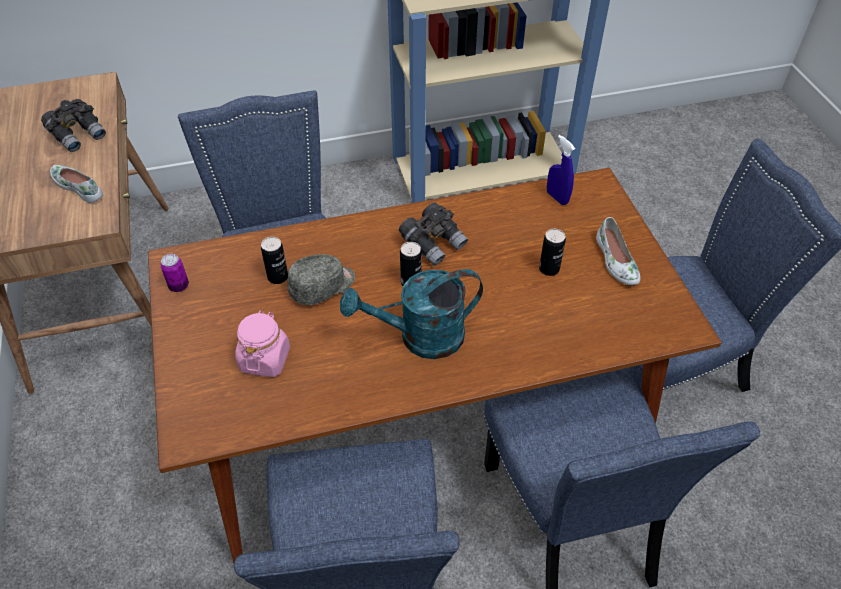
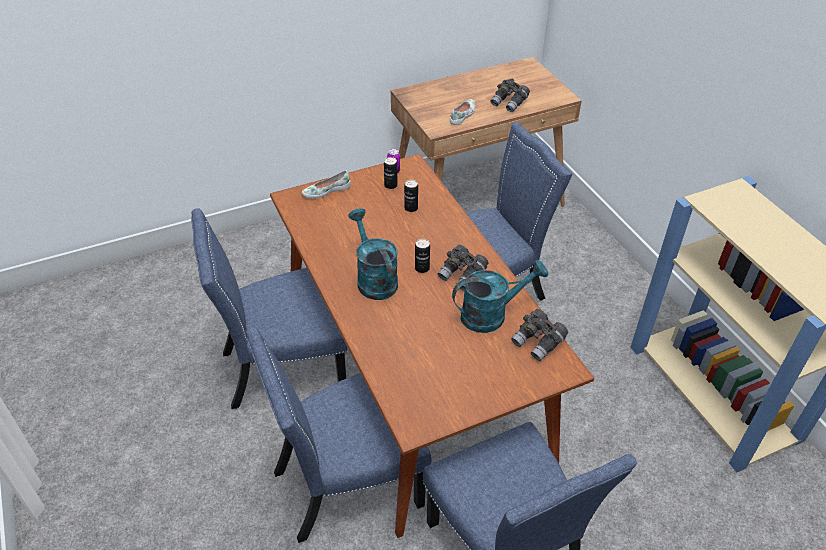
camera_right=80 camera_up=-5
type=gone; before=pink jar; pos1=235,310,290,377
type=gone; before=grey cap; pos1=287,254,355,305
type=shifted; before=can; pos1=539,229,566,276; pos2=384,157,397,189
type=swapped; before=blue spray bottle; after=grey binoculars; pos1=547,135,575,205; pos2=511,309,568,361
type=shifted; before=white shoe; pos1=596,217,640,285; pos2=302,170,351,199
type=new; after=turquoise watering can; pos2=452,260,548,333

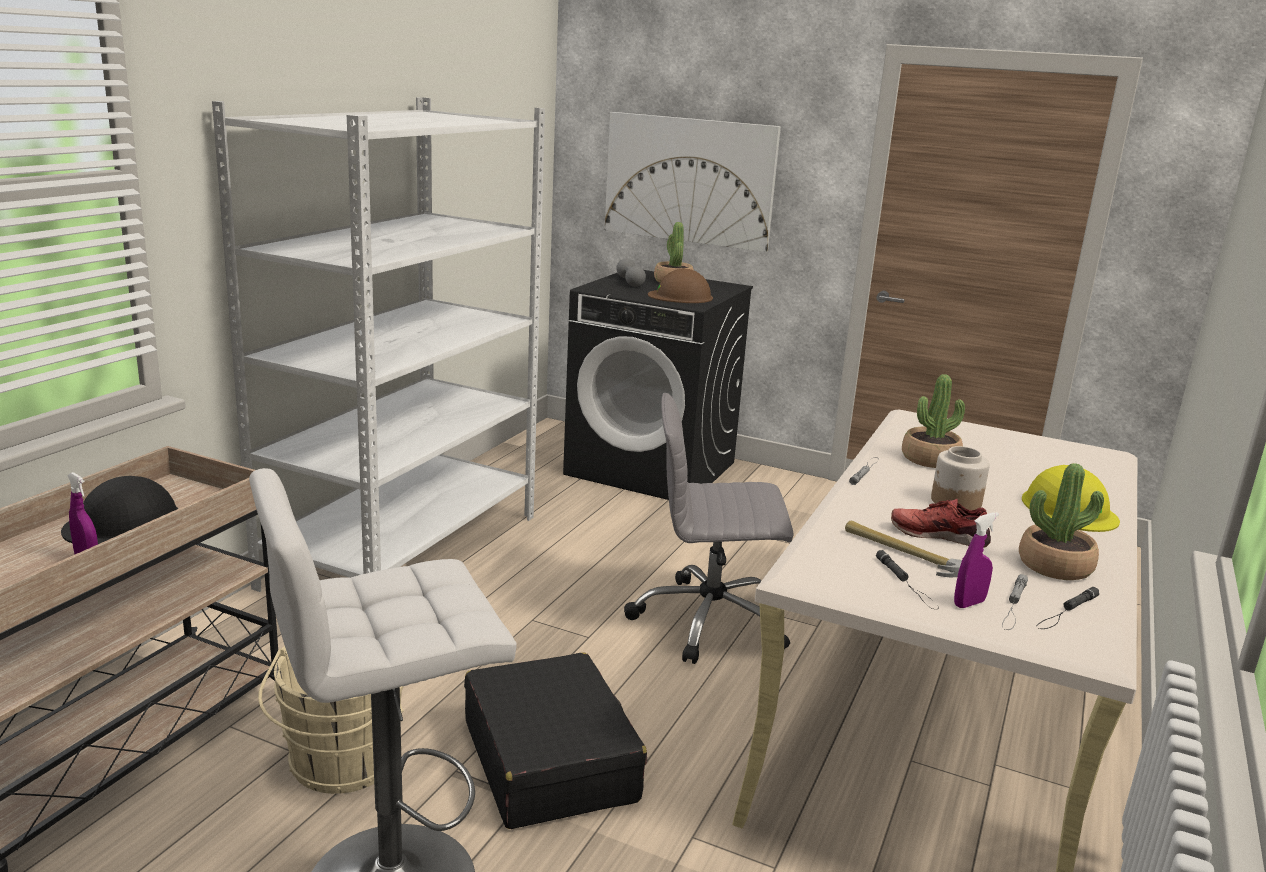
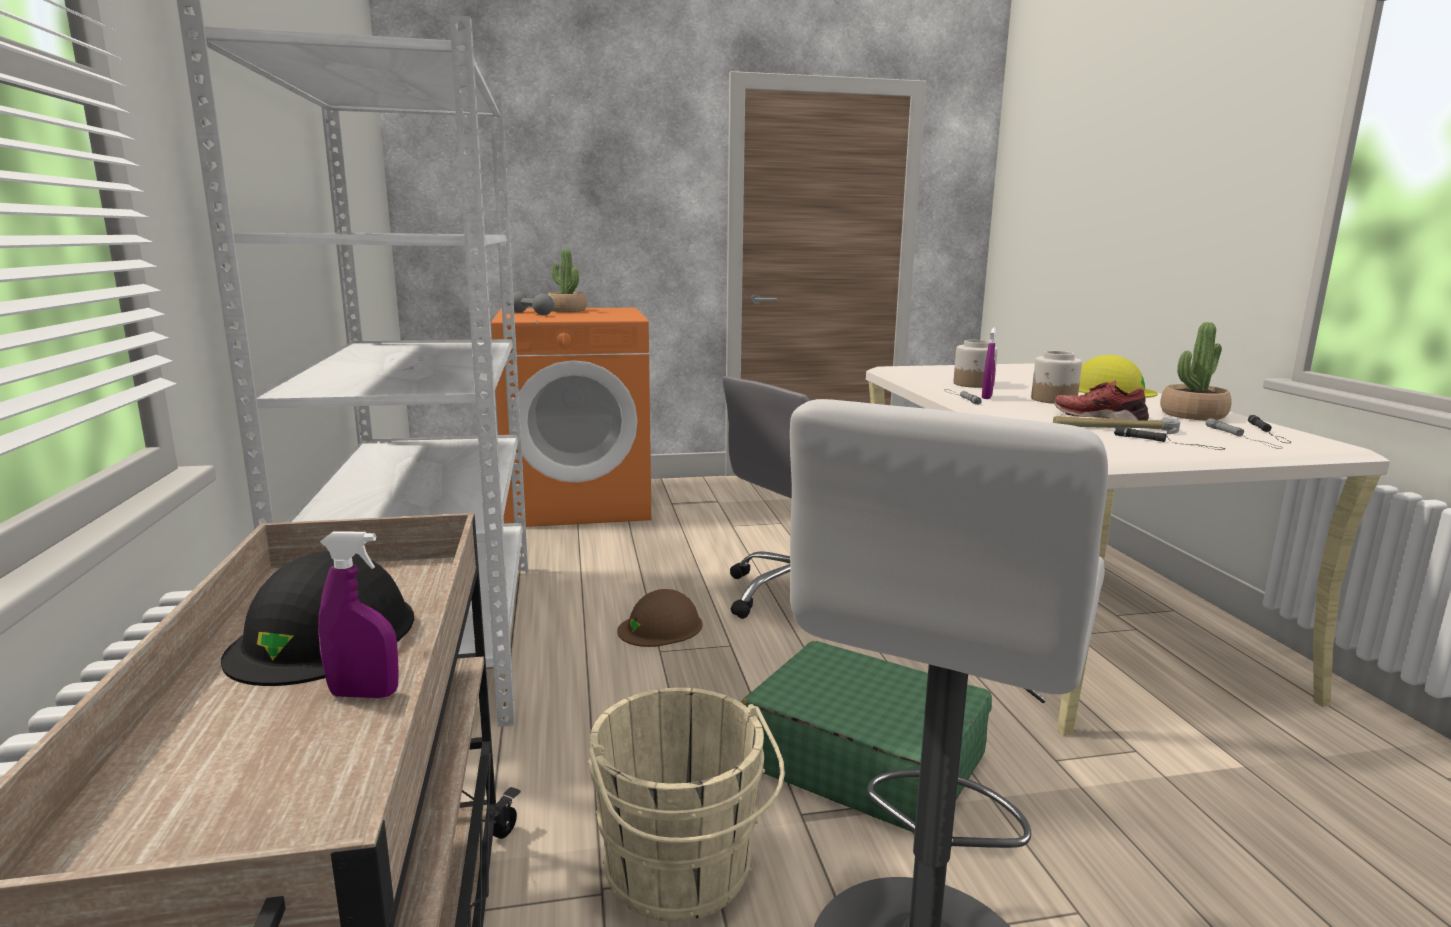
camera_right=-35 camera_up=-5
type=repainted; before=black suitcase; after=green suitcase; pos1=464,653,647,829; pos2=741,641,992,833
type=repainted; before=black washing machine; after=orange washing machine; pos1=563,270,753,500; pos2=491,308,651,527
type=gone; before=picture; pos1=605,112,781,252
type=shifted; before=brown hard hat; pos1=648,268,713,303; pos2=617,589,702,647
type=rotated; before=red shoe; pos1=891,499,991,548; pos2=1055,380,1149,421; turn=45
type=swapped; before=potted plant; after=jar; pos1=902,374,965,468; pos2=954,340,998,388
type=shifted; before=purple spray bottle; pos1=954,512,999,608; pos2=982,327,996,399

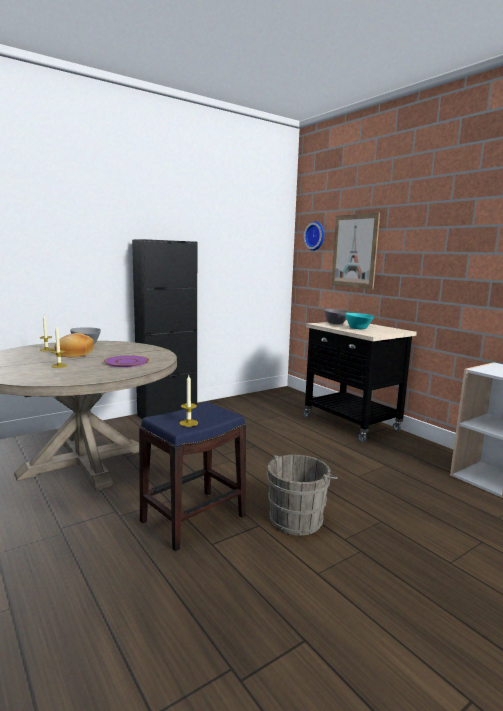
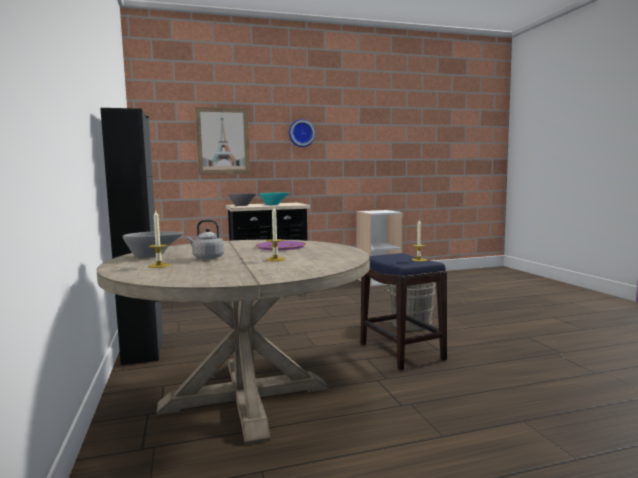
camera_right=-70 camera_up=-5
type=swapped; before=bread; after=grey kettle; pos1=54,333,94,357; pos2=187,220,224,259
type=shifted; before=wall clock; pos1=304,221,324,251; pos2=289,119,315,147

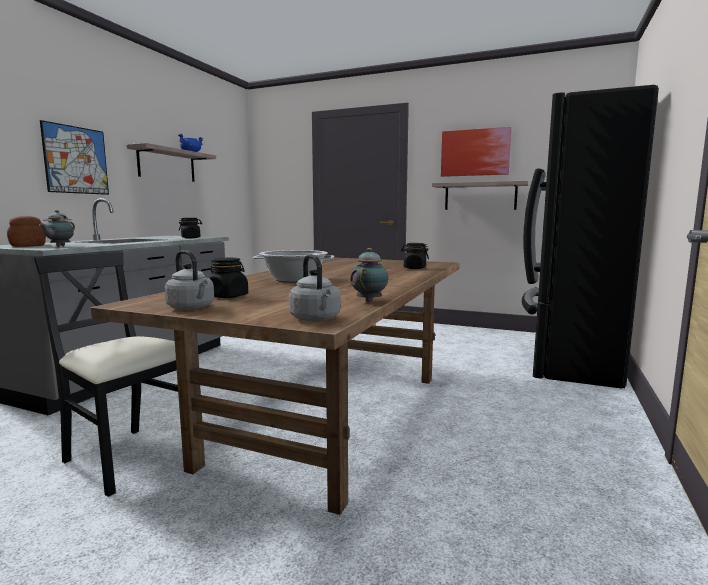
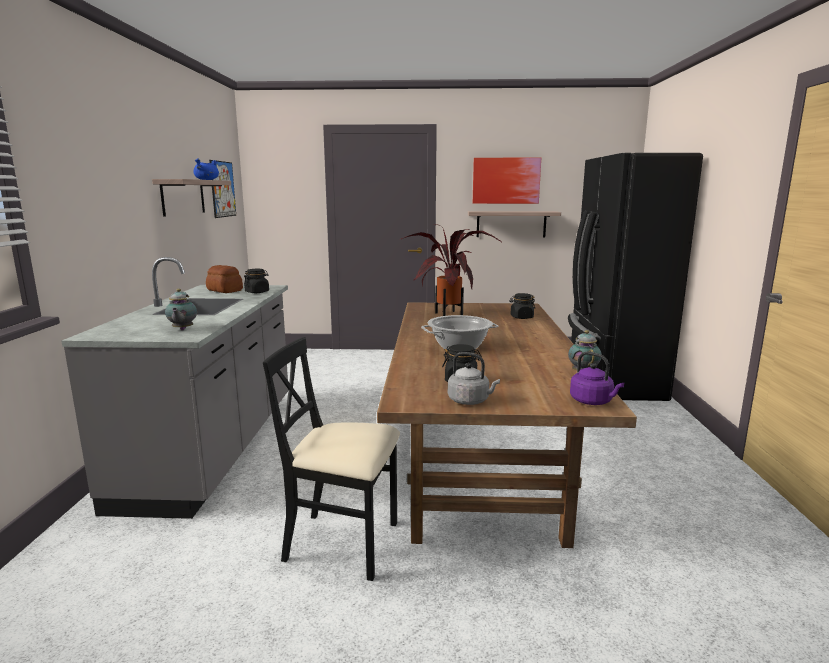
camera_right=-20 camera_up=5
type=shifted; before=bread; pos1=7,216,46,247; pos2=206,265,243,293
type=shifted; before=picture; pos1=40,120,109,195; pos2=209,160,236,218
type=repainted; before=grey kettle; after=purple kettle; pos1=289,254,341,321; pos2=570,351,624,405
type=new; after=potted plant; pos2=399,224,503,316

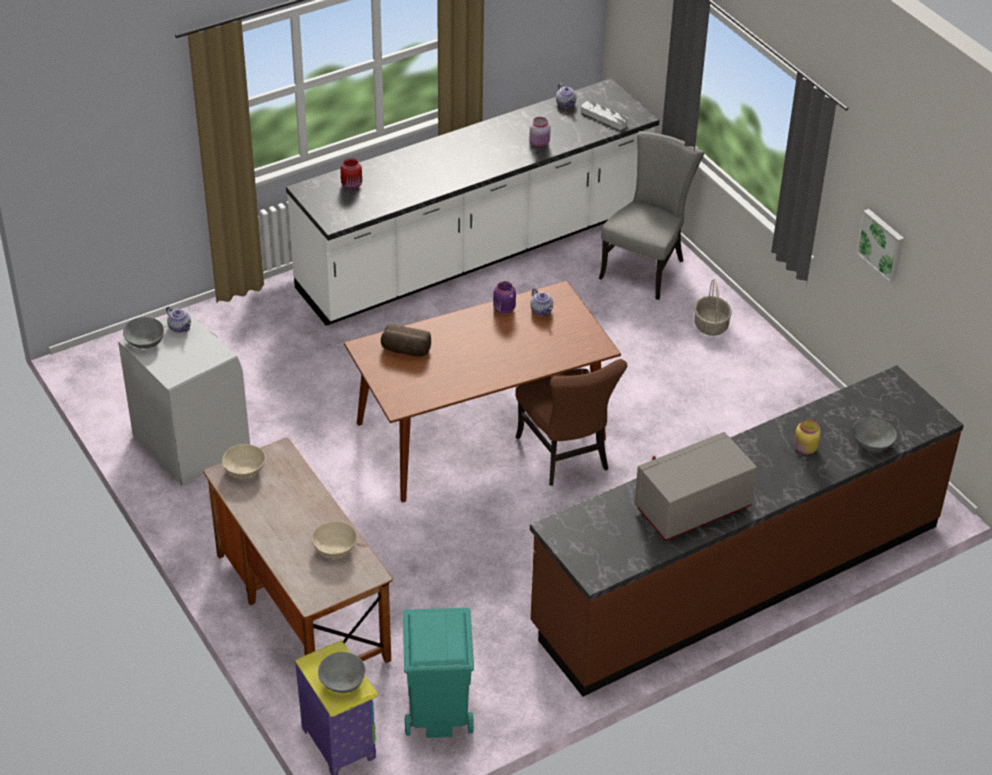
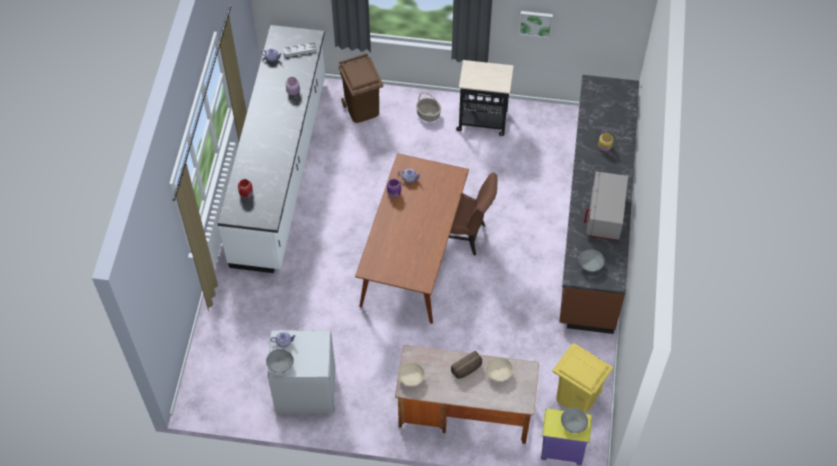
camera_right=-50 camera_up=15
type=shifted; before=bread; pos1=381,324,431,356; pos2=451,351,482,379
type=repainted; before=turquoise trash can; after=yellow trash can; pos1=403,608,474,738; pos2=552,343,613,413
type=swapped; before=grey chair; after=brown trash can; pos1=599,131,704,300; pos2=338,53,383,123
type=shifted; before=grey bowl; pos1=853,417,897,451; pos2=579,250,605,272
type=new; after=cart; pos2=456,60,514,136

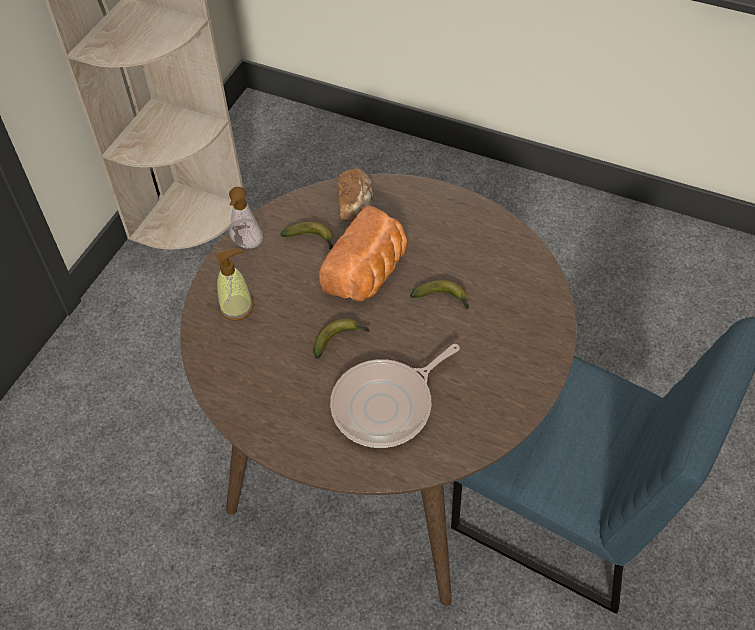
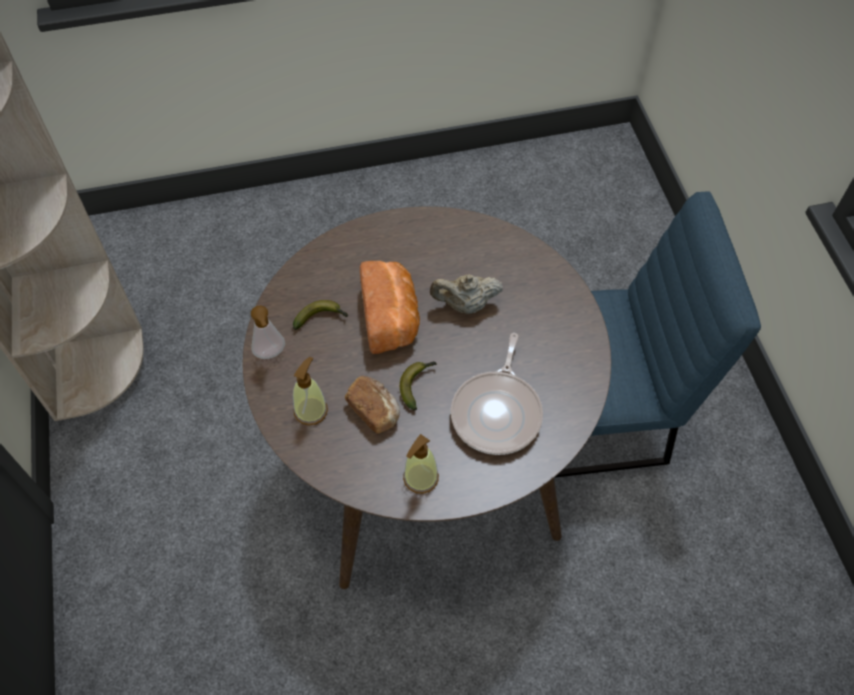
camera_right=-40 camera_up=5
type=shifted; before=bread; pos1=337,168,373,222; pos2=345,376,400,434
type=swapped; before=banana; after=beige teapot; pos1=410,280,469,309; pos2=430,274,503,314
type=new; after=soap dispenser; pos2=403,434,439,494

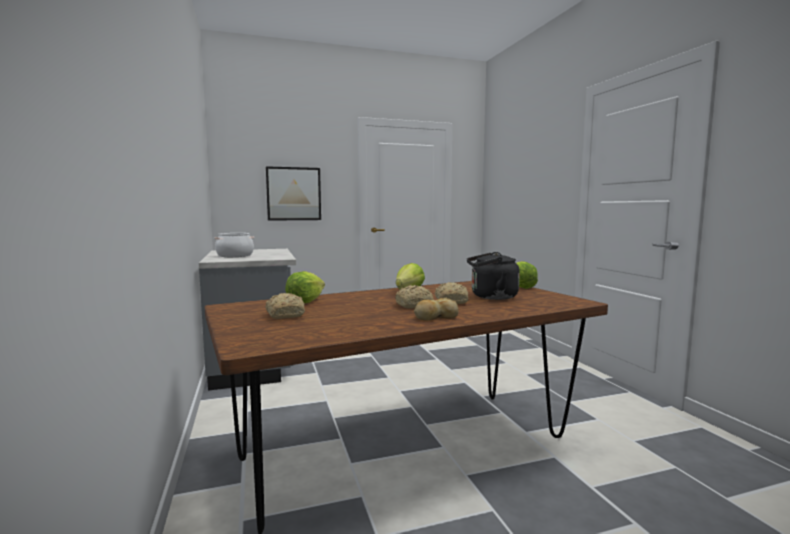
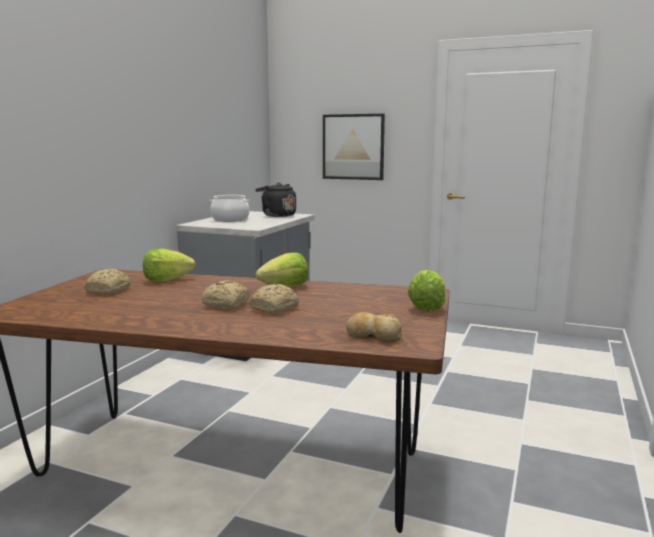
camera_right=40 camera_up=5
type=shifted; before=bread; pos1=414,298,458,320; pos2=346,312,403,342
type=shifted; before=black kettle; pos1=467,252,520,300; pos2=255,183,296,217

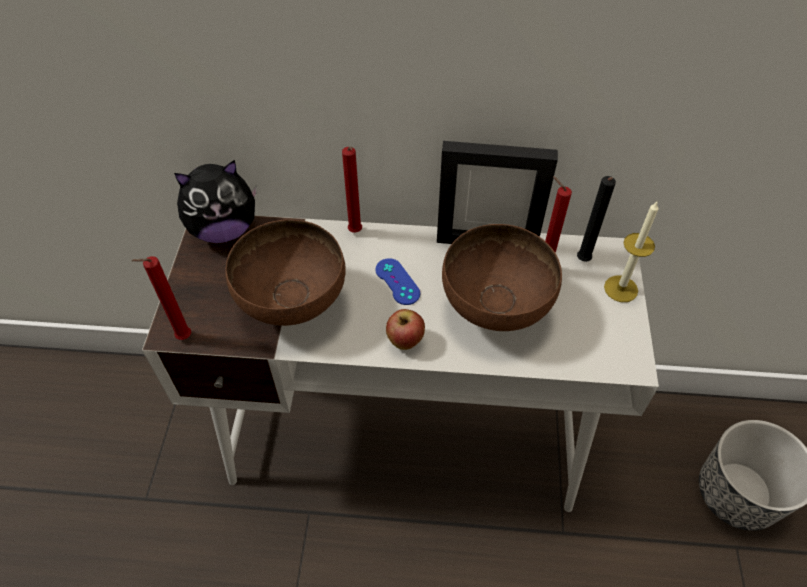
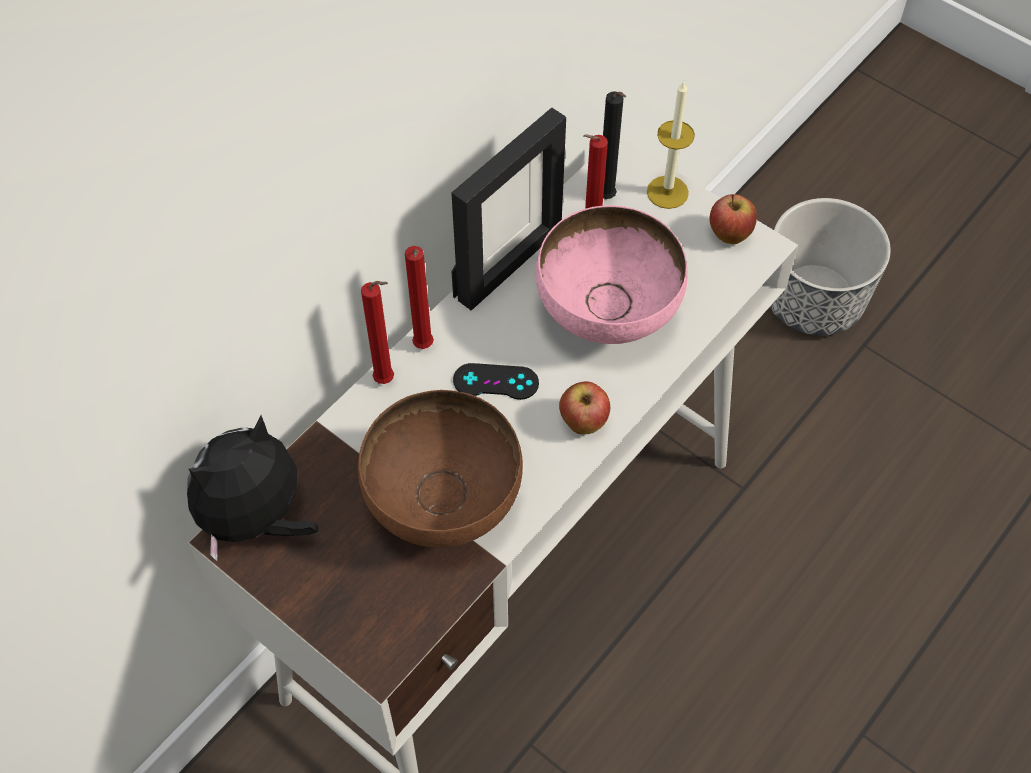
camera_right=-55 camera_up=5
type=shifted; before=red candle; pos1=132,256,191,340; pos2=405,246,434,349
type=rotated; before=plush toy; pos1=174,160,257,243; pos2=187,416,319,561; turn=-150
type=repainted; before=blue game controller; after=black game controller; pos1=375,258,420,305; pos2=453,363,539,400
type=repainted; before=brown bowl; after=pink bowl; pos1=442,224,562,331; pos2=536,205,688,344
type=new; after=apple; pos2=710,194,757,244

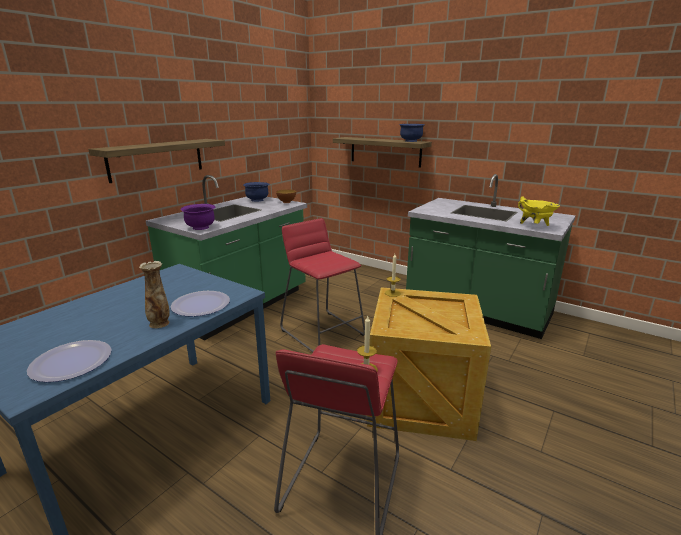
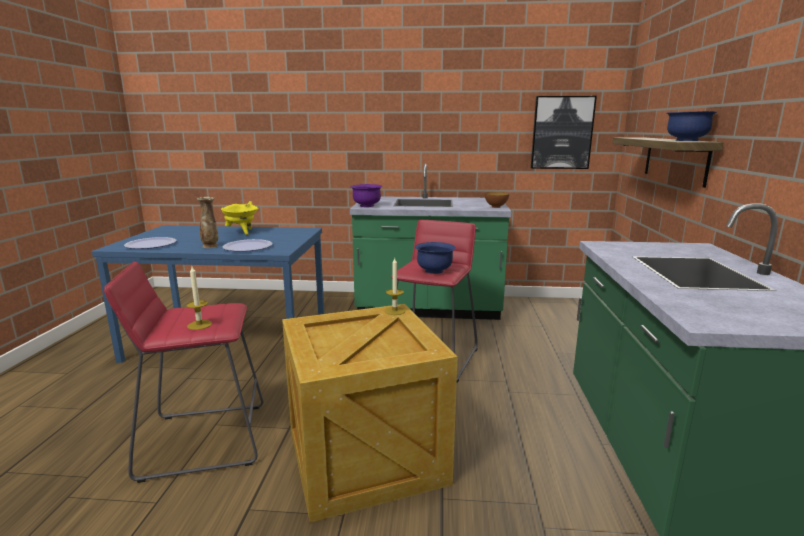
camera_right=60 camera_up=-5
type=gone; before=shelf; pos1=88,139,225,183
type=shifted; before=blue bowl; pos1=243,182,269,202; pos2=415,242,456,274
type=shifted; before=yellow cooking pot; pos1=518,196,560,226; pos2=221,201,258,235
type=new; after=picture; pos2=531,96,597,169

